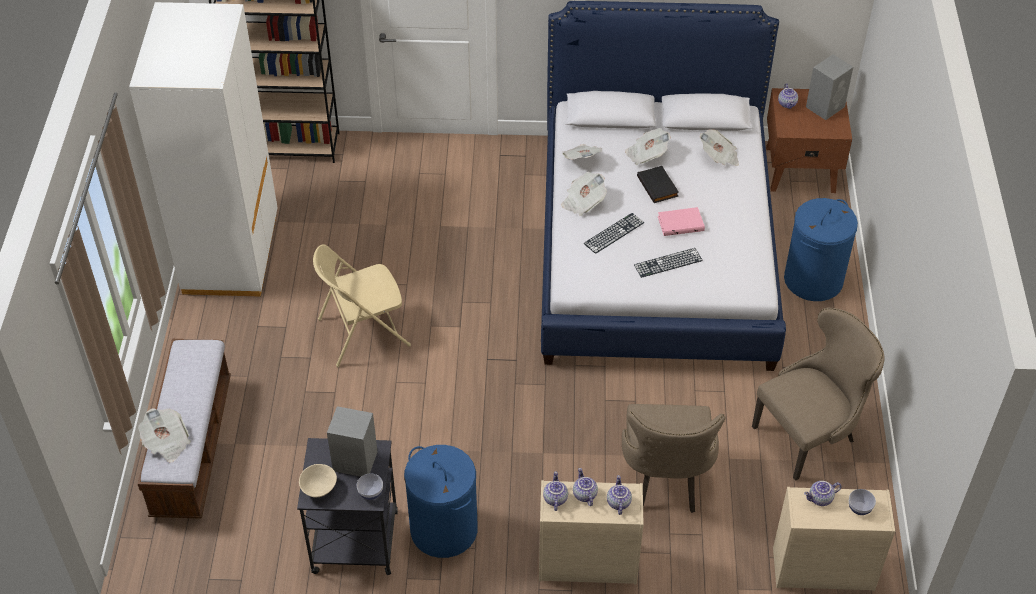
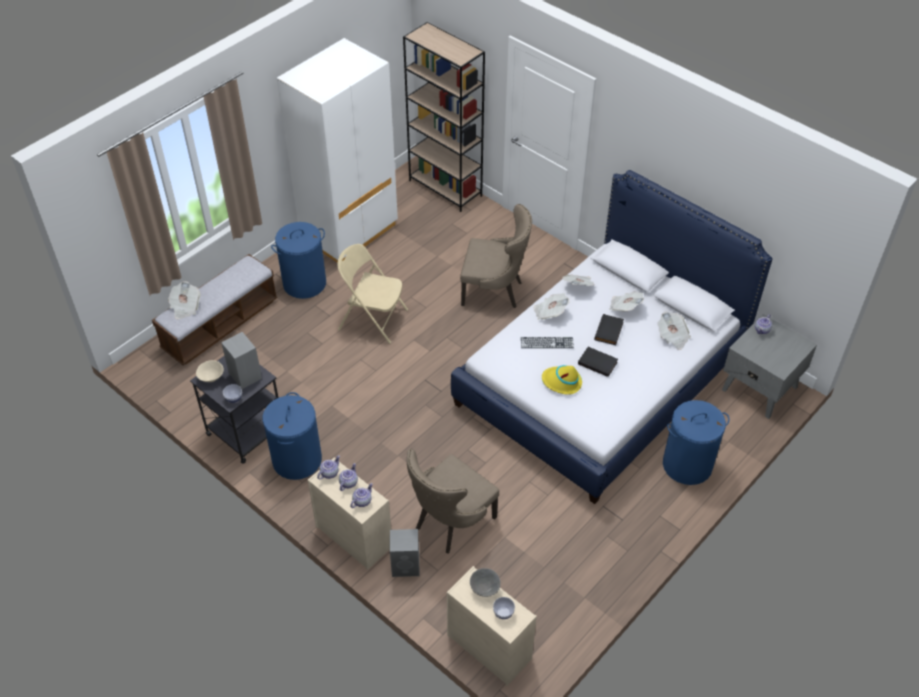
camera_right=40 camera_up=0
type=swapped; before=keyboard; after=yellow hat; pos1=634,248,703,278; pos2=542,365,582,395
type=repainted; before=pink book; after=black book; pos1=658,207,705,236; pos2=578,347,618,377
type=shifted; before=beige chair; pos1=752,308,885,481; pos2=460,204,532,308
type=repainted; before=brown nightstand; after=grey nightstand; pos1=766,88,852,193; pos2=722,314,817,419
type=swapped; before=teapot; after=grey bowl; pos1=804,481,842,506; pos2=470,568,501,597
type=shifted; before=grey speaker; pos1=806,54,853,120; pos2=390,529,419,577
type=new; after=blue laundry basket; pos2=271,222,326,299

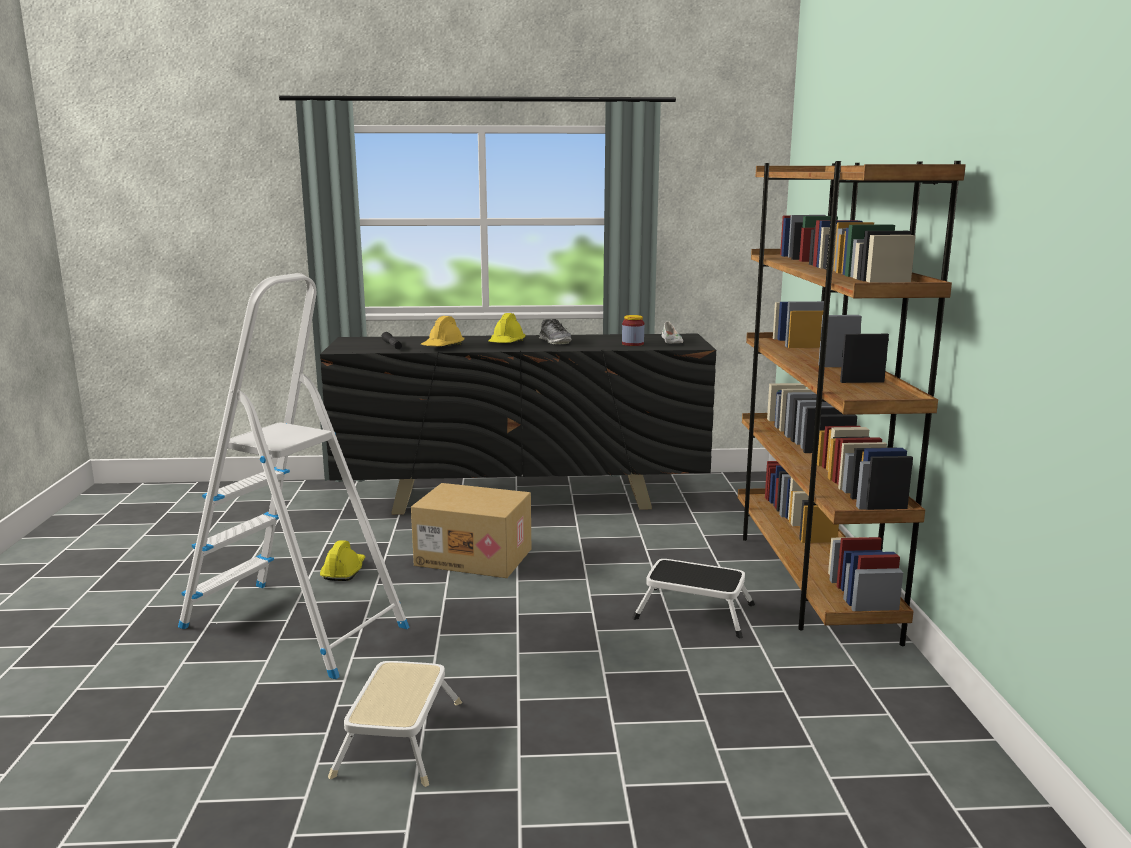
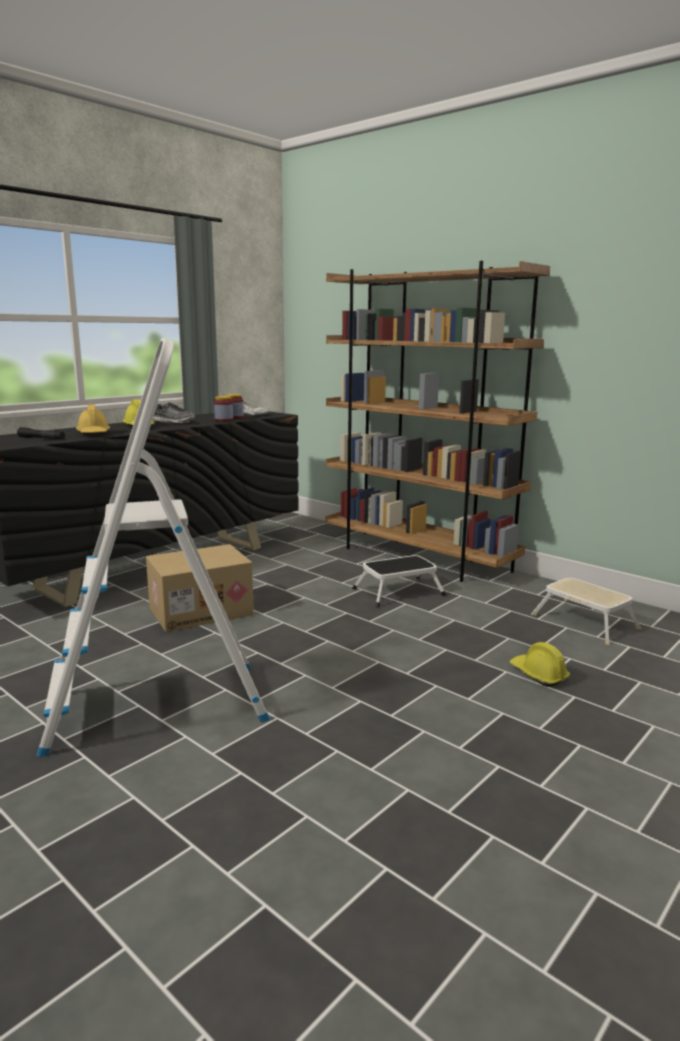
camera_right=-45 camera_up=0
type=shifted; before=yellow hard hat; pos1=320,540,366,581; pos2=510,642,570,687
type=shifted; before=beige step ladder; pos1=328,661,462,787; pos2=531,578,641,645
type=new; after=jar; pos2=214,396,233,422

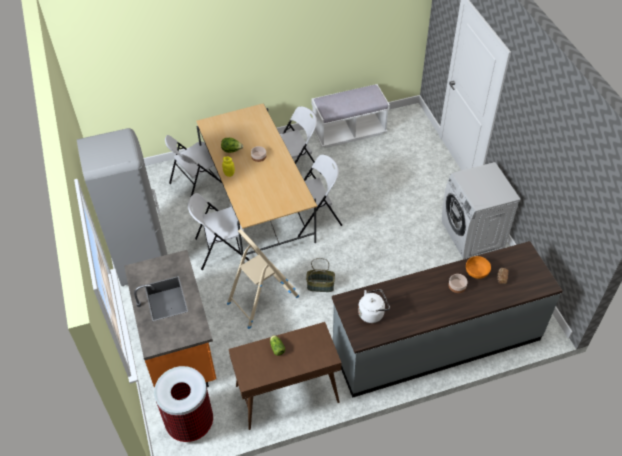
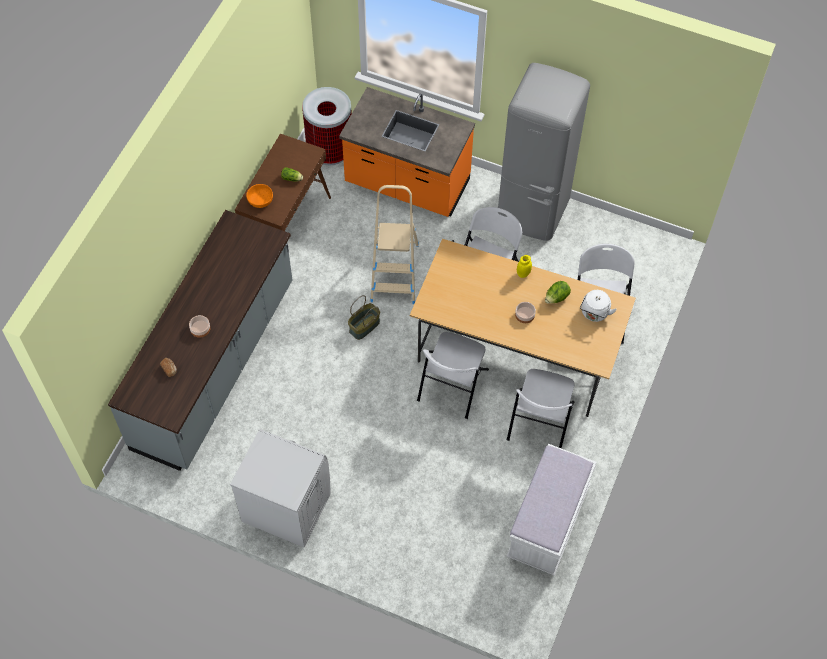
camera_right=130 camera_up=10
type=shifted; before=white kettle; pos1=358,289,390,323; pos2=580,290,617,322
type=shifted; before=orange bowl; pos1=466,256,491,279; pos2=246,184,273,208

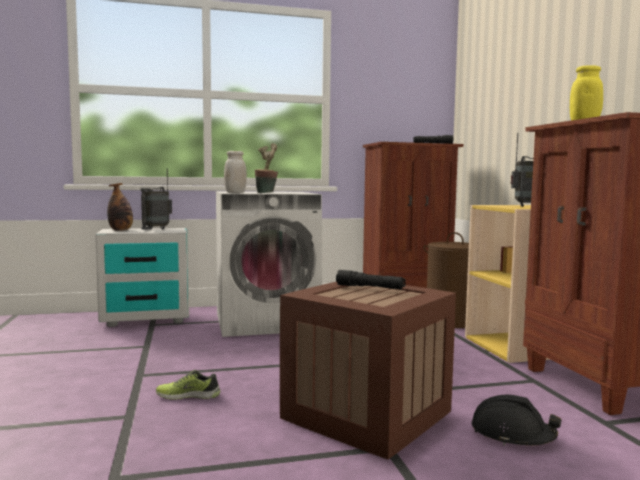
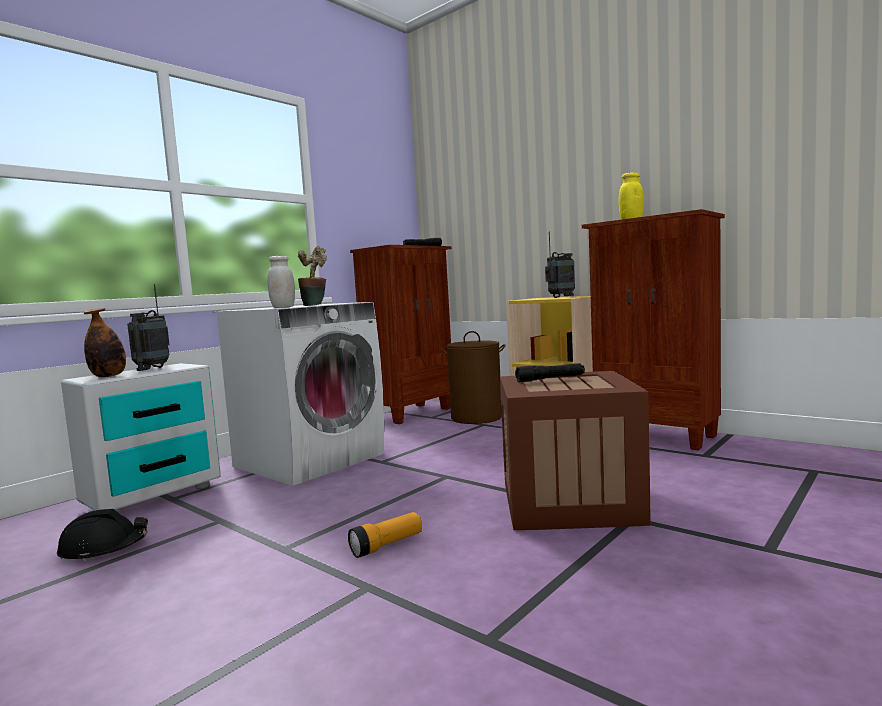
camera_right=-35 camera_up=0
type=swapped; before=shoe; after=flashlight; pos1=156,370,220,400; pos2=348,512,422,558
type=shifted; before=black hard hat; pos1=472,395,562,446; pos2=57,509,148,562

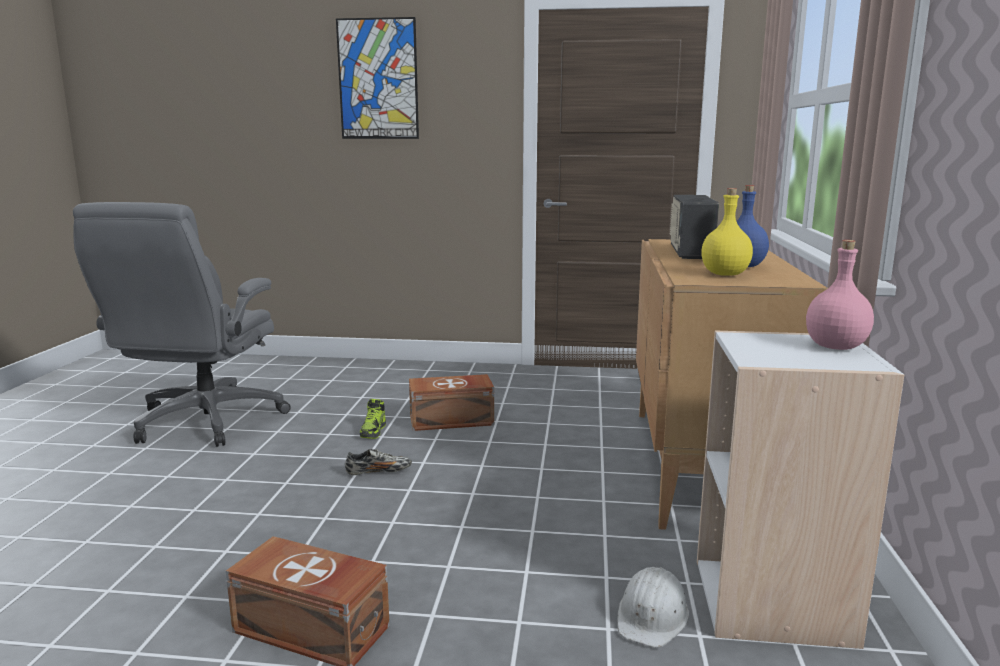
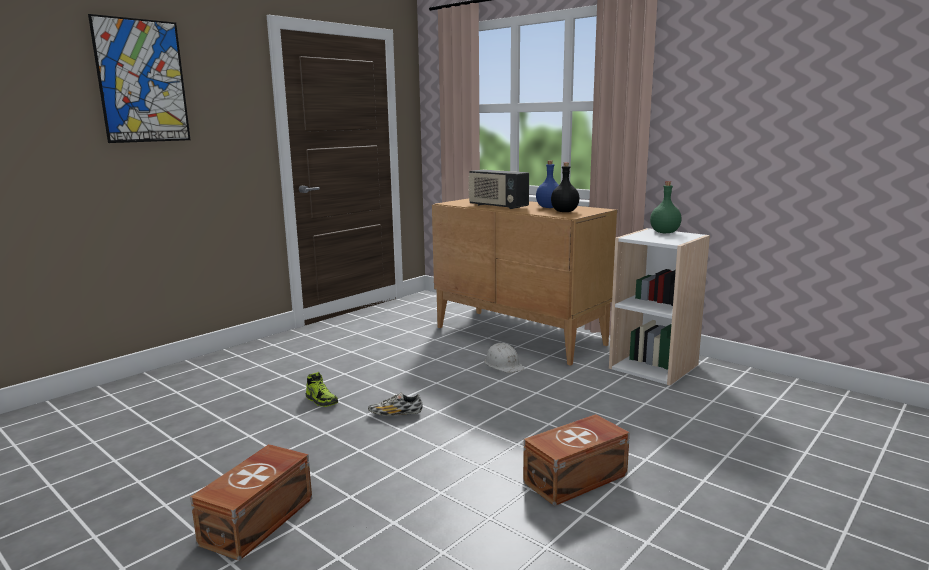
camera_right=-55 camera_up=0
type=gone; before=grey office chair; pos1=73,202,291,447
type=rotated; before=shoe; pos1=345,449,412,475; pos2=368,392,422,416; turn=-120
type=shifted; before=brown storage box; pos1=409,374,494,431; pos2=190,444,312,561
type=shifted; before=white hard hat; pos1=617,567,689,647; pos2=484,343,524,373
type=repainted; before=yellow bottle; after=black bottle; pos1=701,188,753,276; pos2=551,162,579,212
type=repainted; before=pink bottle; after=green bottle; pos1=806,240,874,350; pos2=650,181,682,233

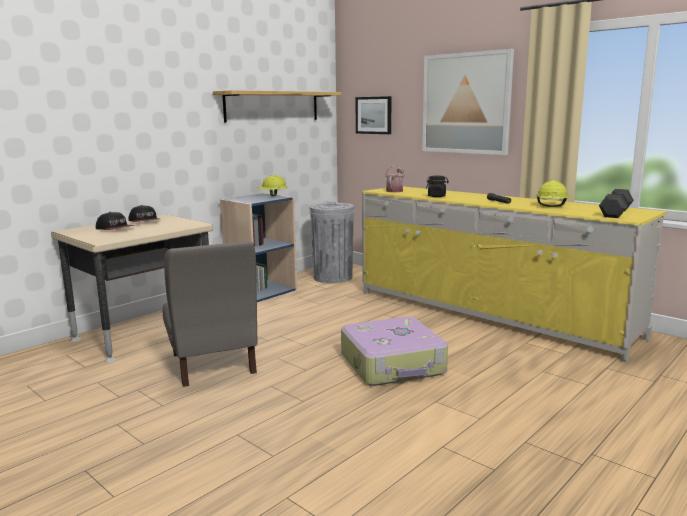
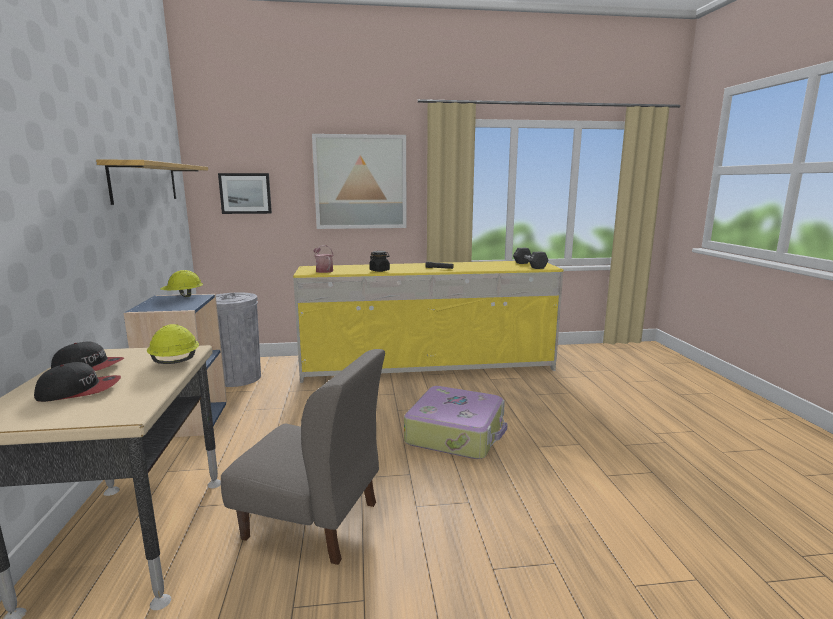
camera_right=-50 camera_up=0
type=shifted; before=yellow hard hat; pos1=536,180,569,207; pos2=147,324,199,364

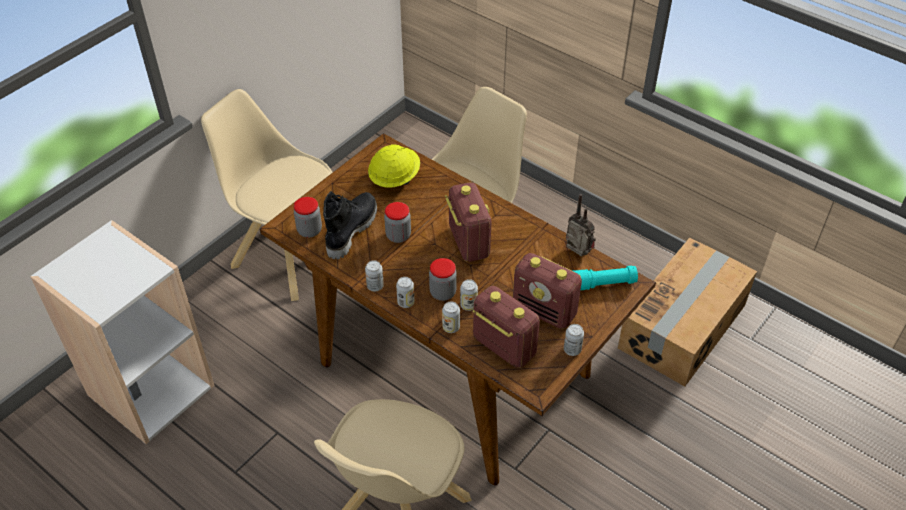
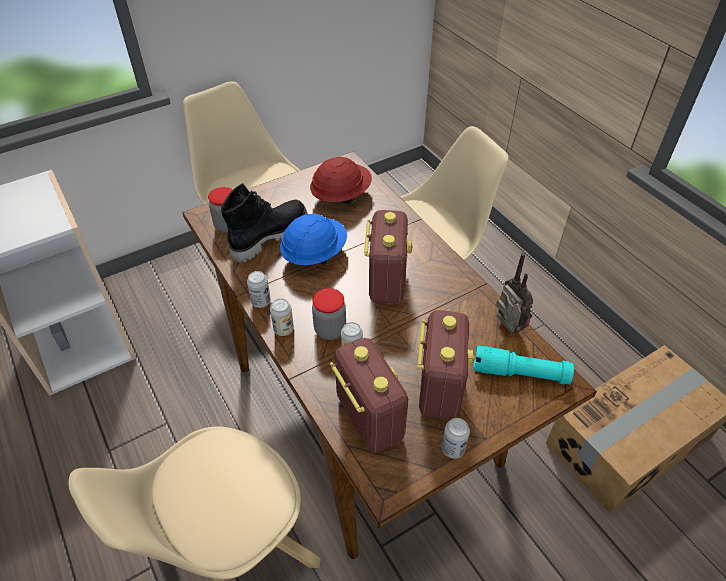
camera_right=20 camera_up=0
type=repainted; before=yellow hard hat; after=red hard hat; pos1=368,144,420,188; pos2=310,157,372,204
type=swapped; before=jar; after=blue hard hat; pos1=384,202,411,243; pos2=280,213,347,265
type=gone; before=can; pos1=442,301,460,333
type=rotated; before=radio; pos1=513,253,582,329; pos2=417,310,474,420; turn=-135

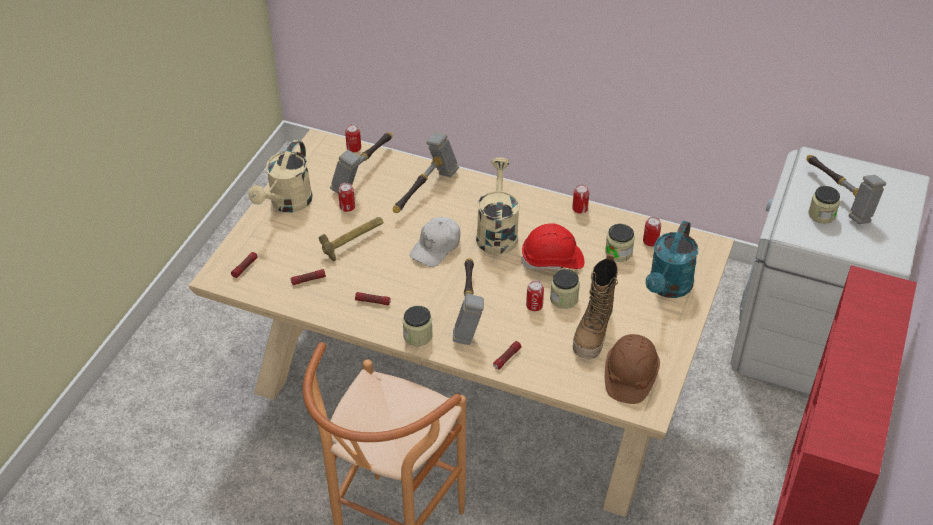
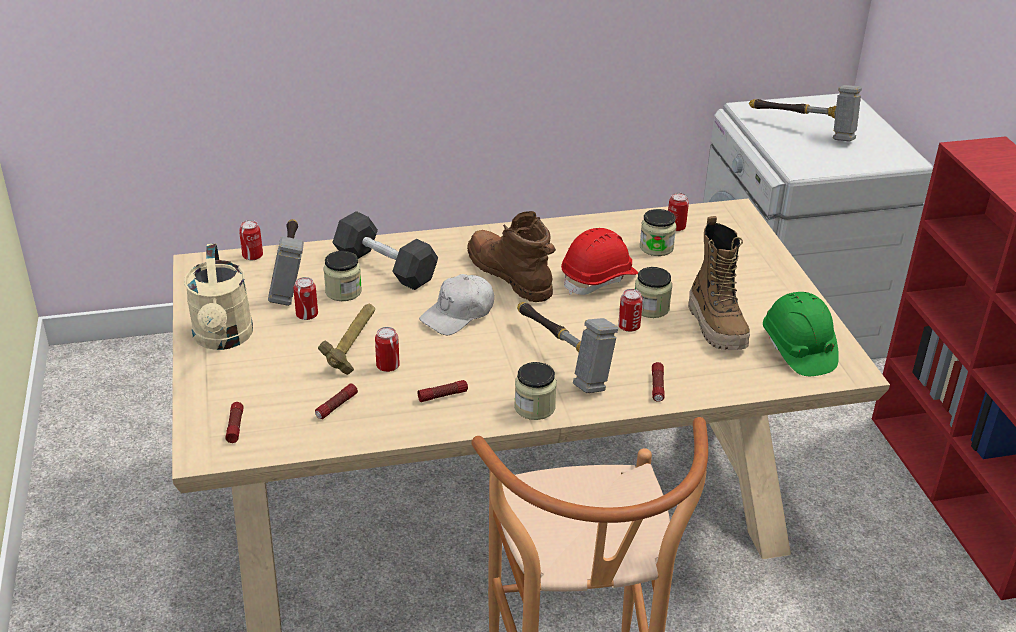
camera_right=-35 camera_up=-10
type=swapped; before=hammer; after=black dumbbell; pos1=393,132,459,213; pos2=332,211,438,290
type=rotated; before=white cap; pos1=410,217,460,267; pos2=419,274,494,335; turn=45
type=swapped; before=beige watering can; after=brown boot; pos1=476,157,520,255; pos2=467,211,556,302
type=shifted; before=can; pos1=572,184,589,214; pos2=375,327,400,372
type=repainted; before=brown hard hat; after=green hard hat; pos1=605,334,660,404; pos2=763,292,839,376
type=gone; before=turquoise watering can; pos1=646,221,698,298
type=shifted; before=jar; pos1=808,186,840,224; pos2=323,251,362,301

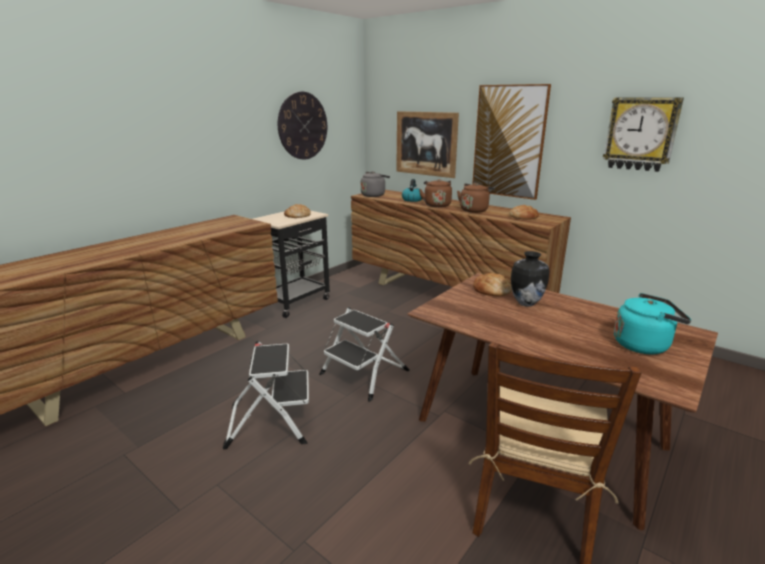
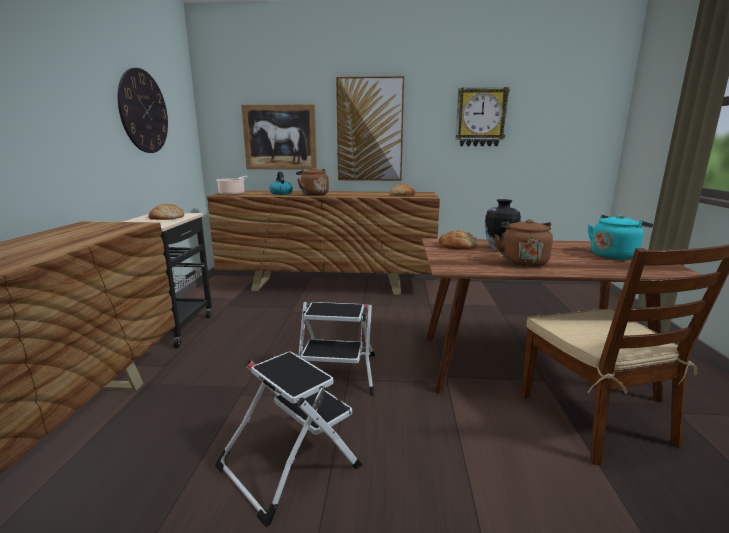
camera_right=-35 camera_up=-5
type=swapped; before=grey kettle; after=cooking pot; pos1=361,171,390,197; pos2=216,176,248,195
type=shifted; before=brown kettle; pos1=457,183,495,213; pos2=494,219,553,267

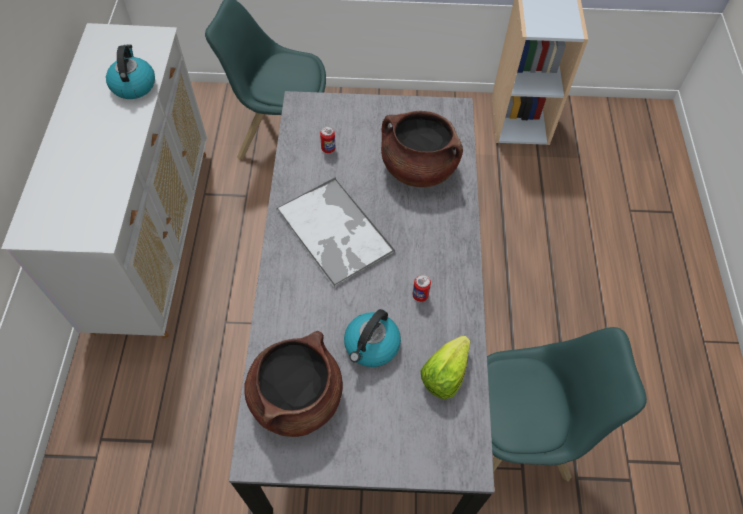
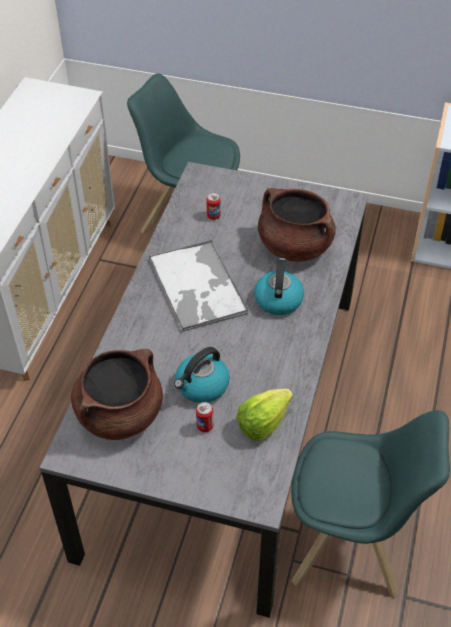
camera_right=15 camera_up=-10
type=shifted; before=kettle; pos1=106,44,155,99; pos2=254,258,304,315
type=shifted; before=can; pos1=412,274,431,302; pos2=196,402,214,432

